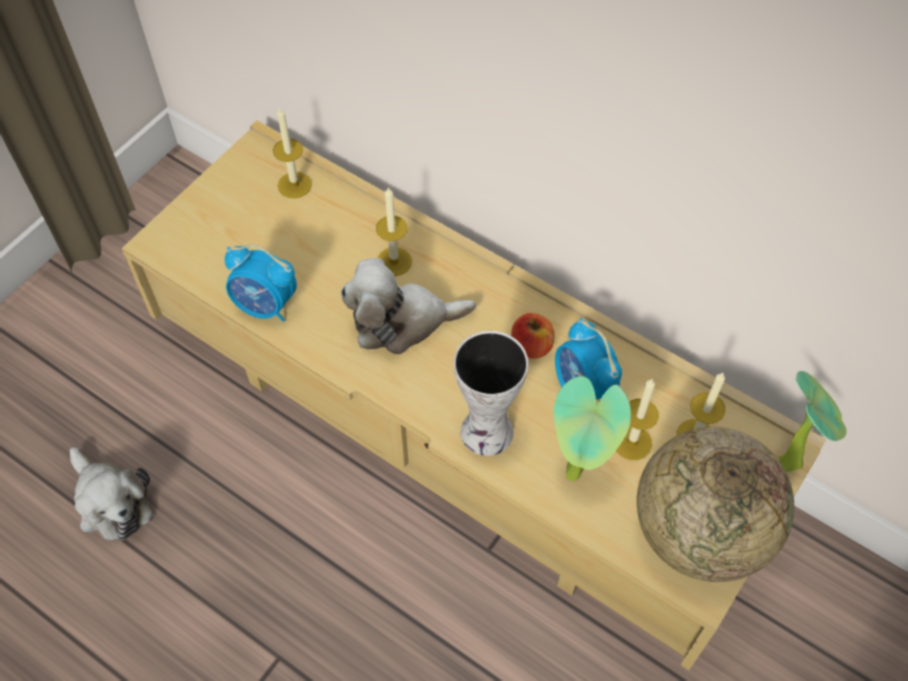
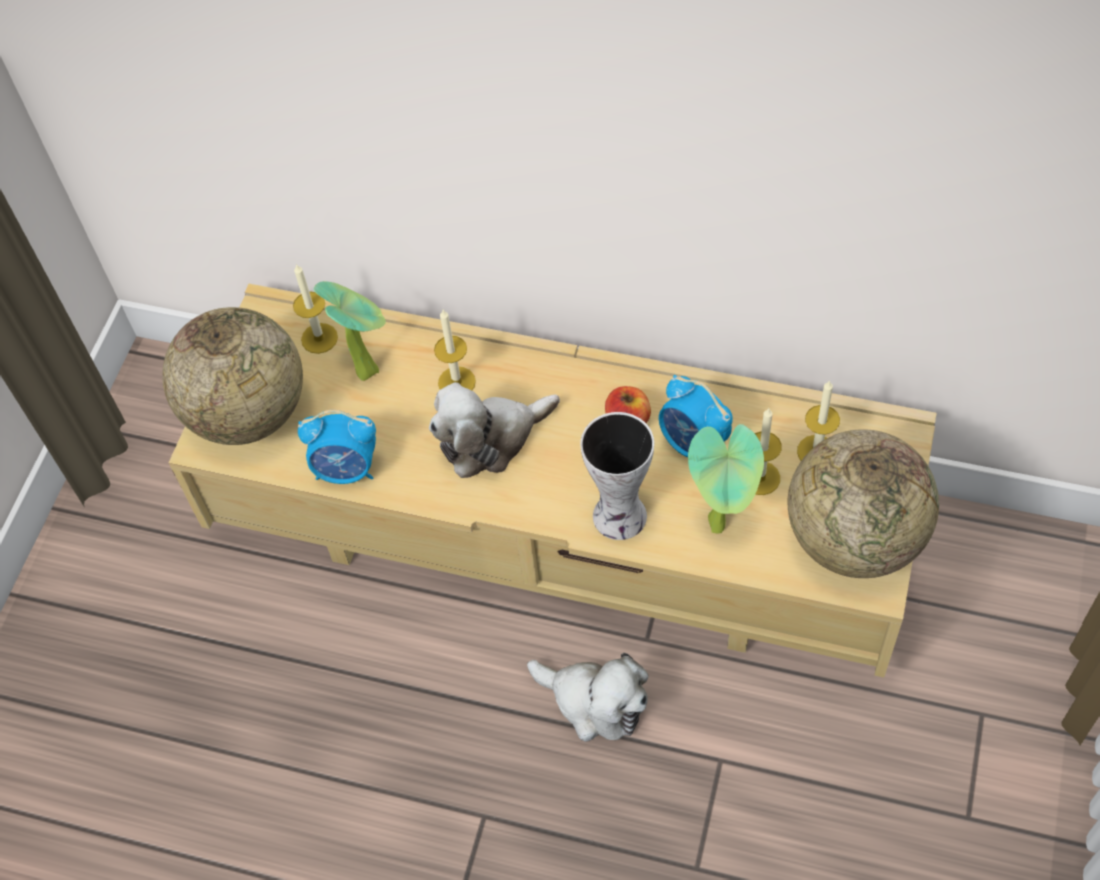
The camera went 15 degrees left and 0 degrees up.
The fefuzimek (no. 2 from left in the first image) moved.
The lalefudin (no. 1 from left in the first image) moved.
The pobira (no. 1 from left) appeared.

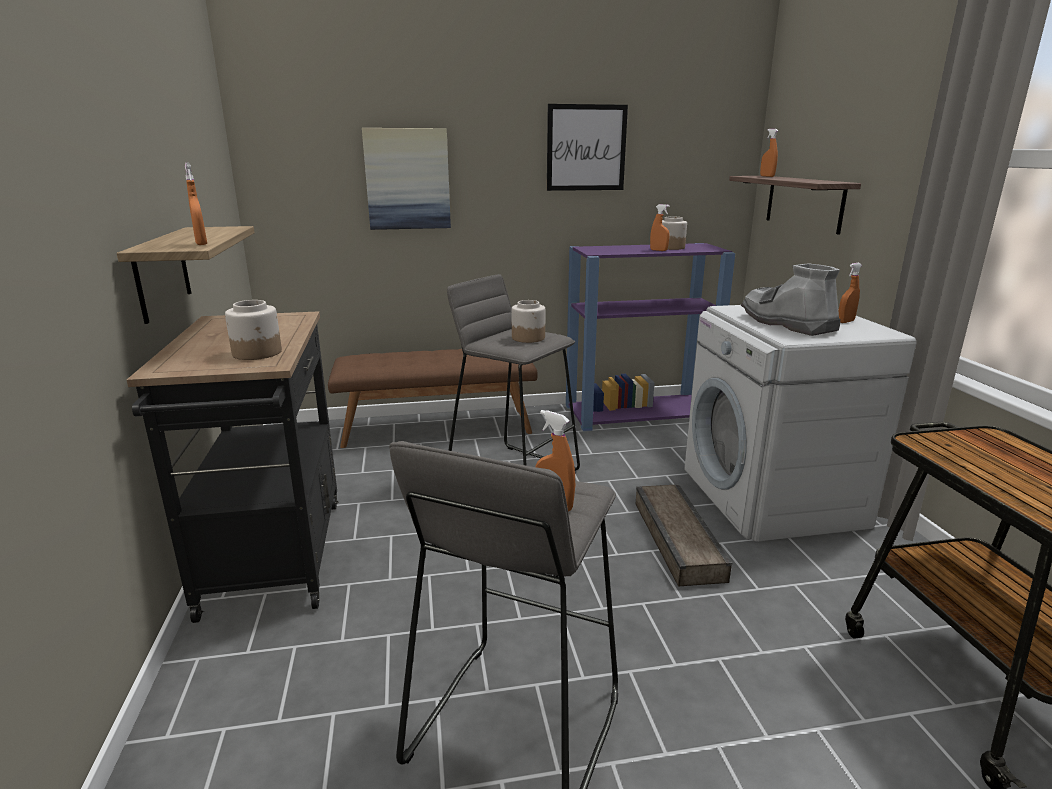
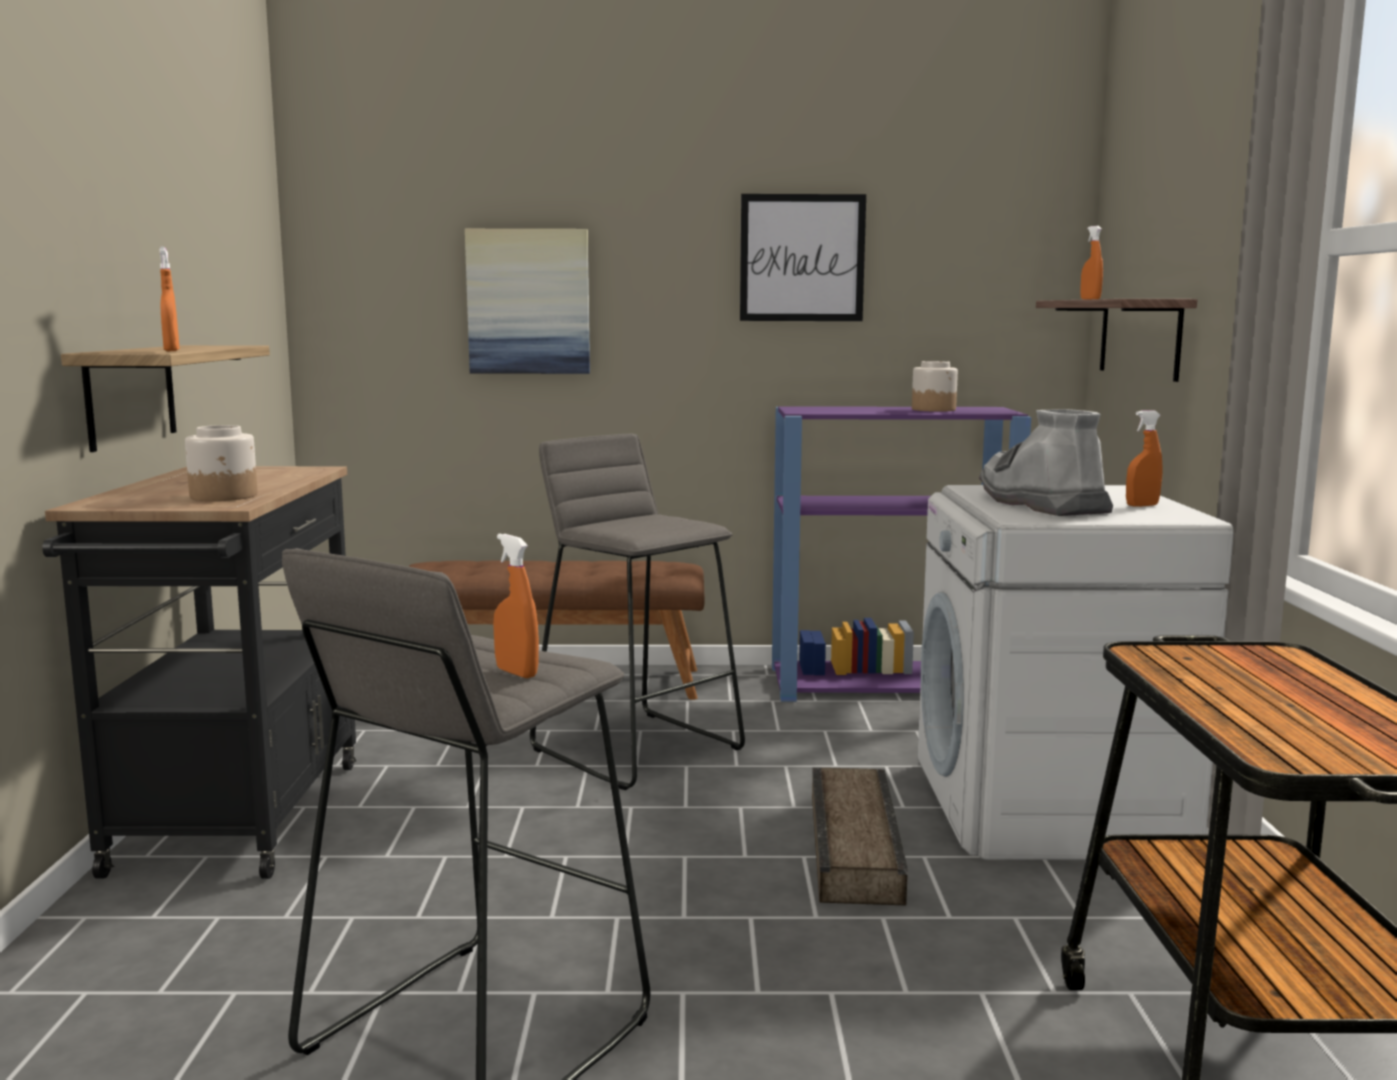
The camera went 10 degrees right and 10 degrees down.
The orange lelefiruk (no. 3 from left) disappeared.
The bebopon (no. 2 from left) disappeared.

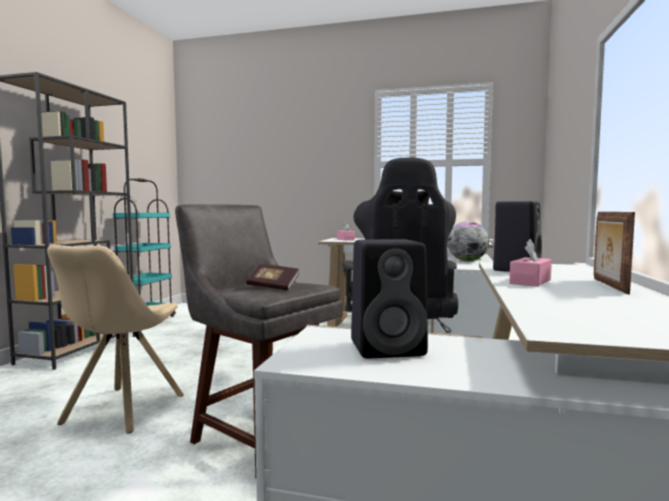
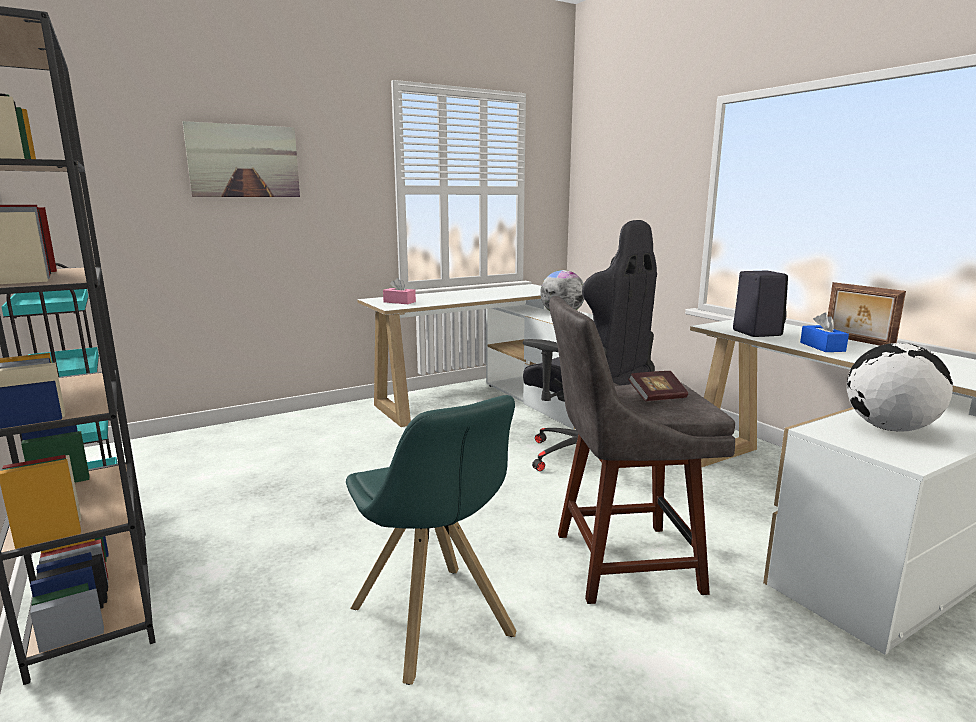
The camera went 45 degrees left and 10 degrees up.
The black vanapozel (no. 1 from left) was replaced by the pobira (no. 2 from left).
The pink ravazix (no. 2 from left) became the blue ravazix.
The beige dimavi became the turquoise dimavi.
The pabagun appeared.

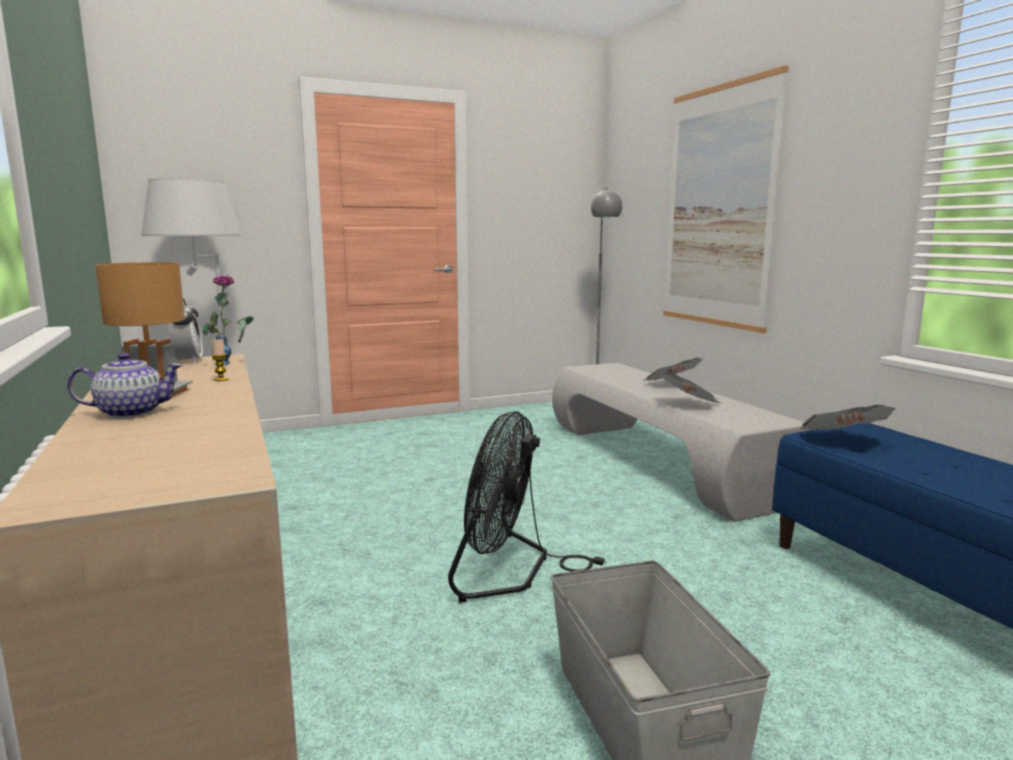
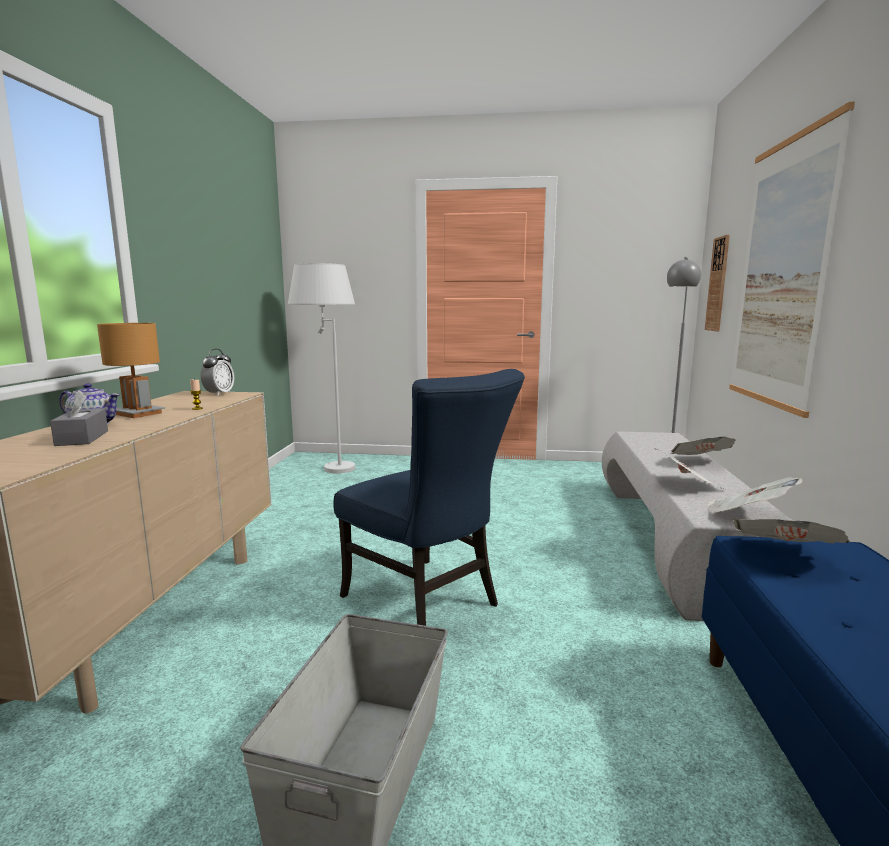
The camera went 30 degrees right and 0 degrees up.
The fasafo disappeared.
The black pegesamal was replaced by the blue dimavi.
The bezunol appeared.
The grey ravazix appeared.
The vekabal (no. 3 from left) appeared.

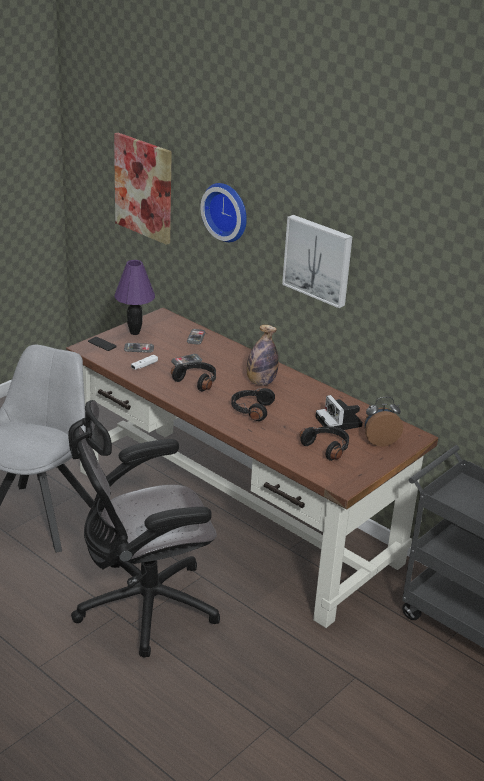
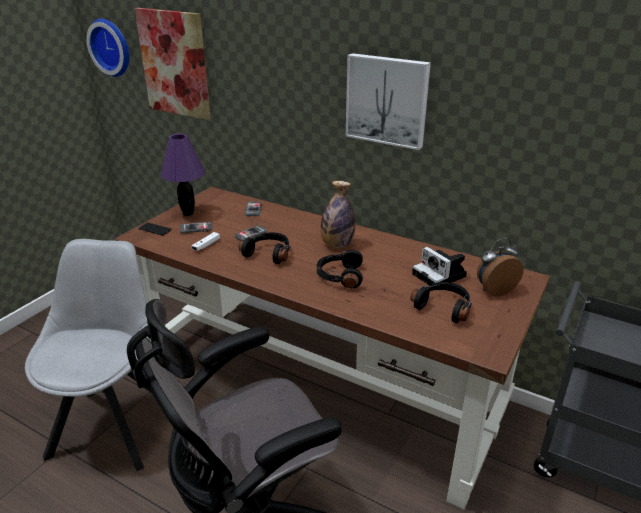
The camera went 10 degrees left and 0 degrees up.
The bezunol moved.

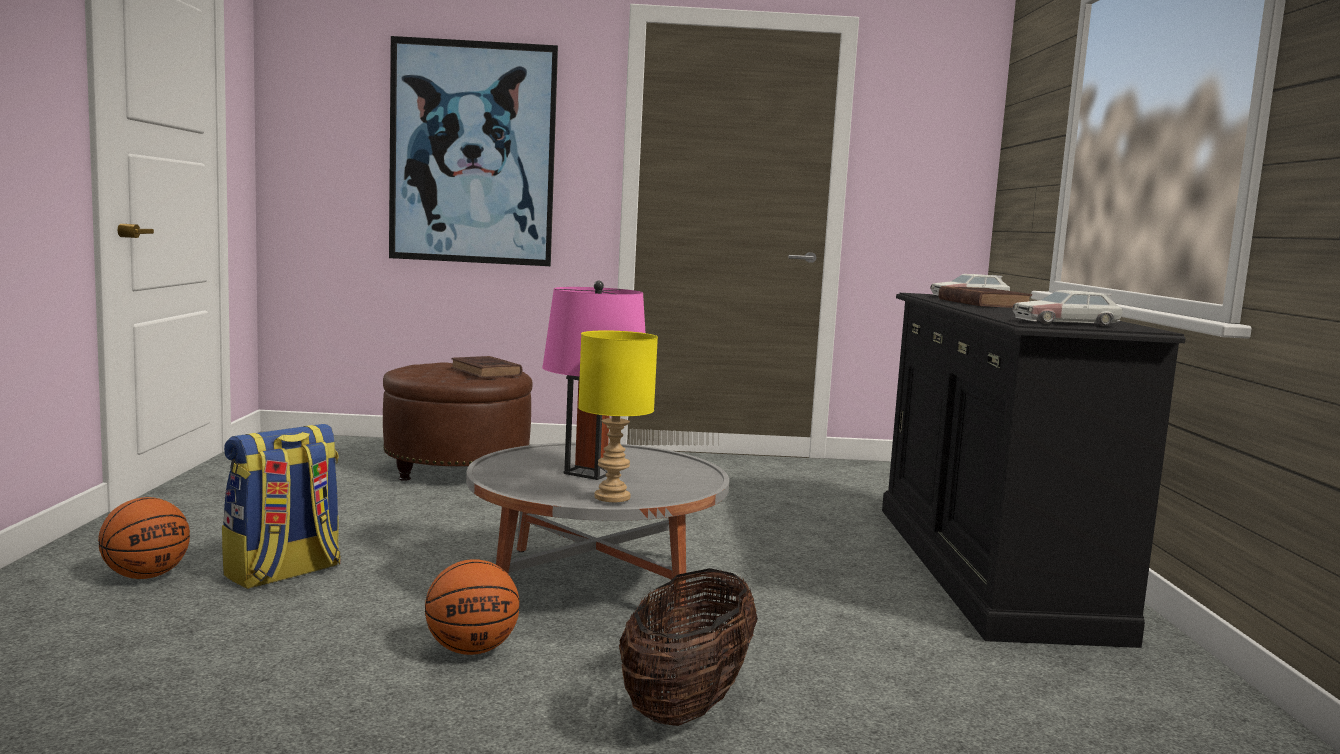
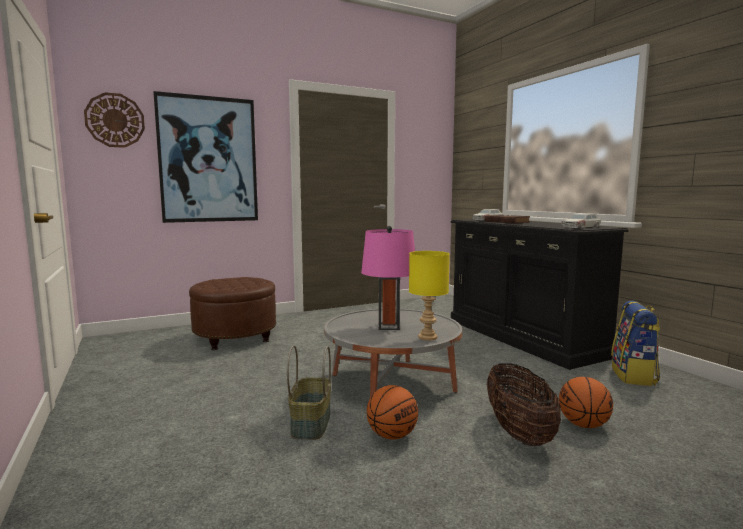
The camera went 25 degrees left and 0 degrees up.
The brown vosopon (no. 1 from left) disappeared.
The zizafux moved.
The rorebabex (no. 1 from left in the first image) moved.
The bezunol appeared.
The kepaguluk (no. 1 from left) appeared.

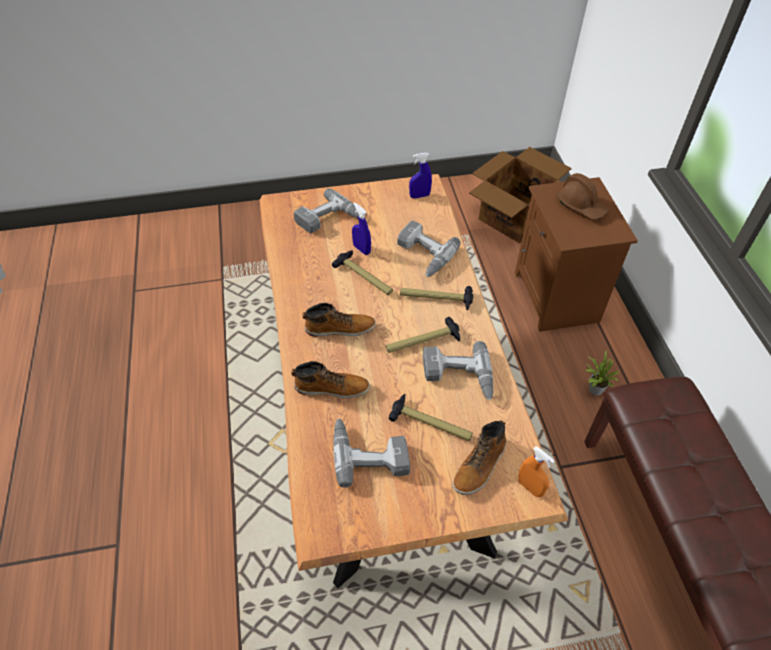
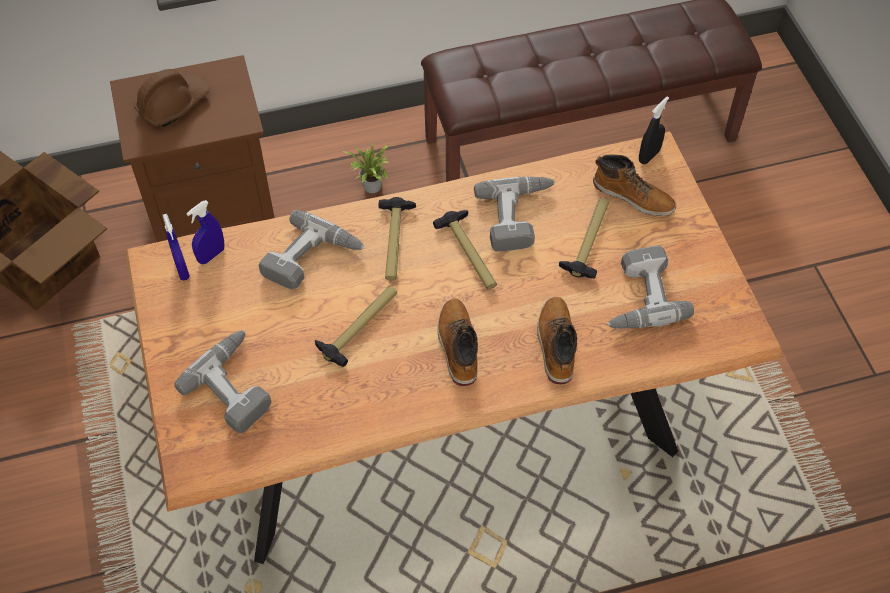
The camera went 95 degrees left and 5 degrees up.
The blue lelefiruk (no. 1 from left in the first image) moved.
The orange lelefiruk became the black lelefiruk.

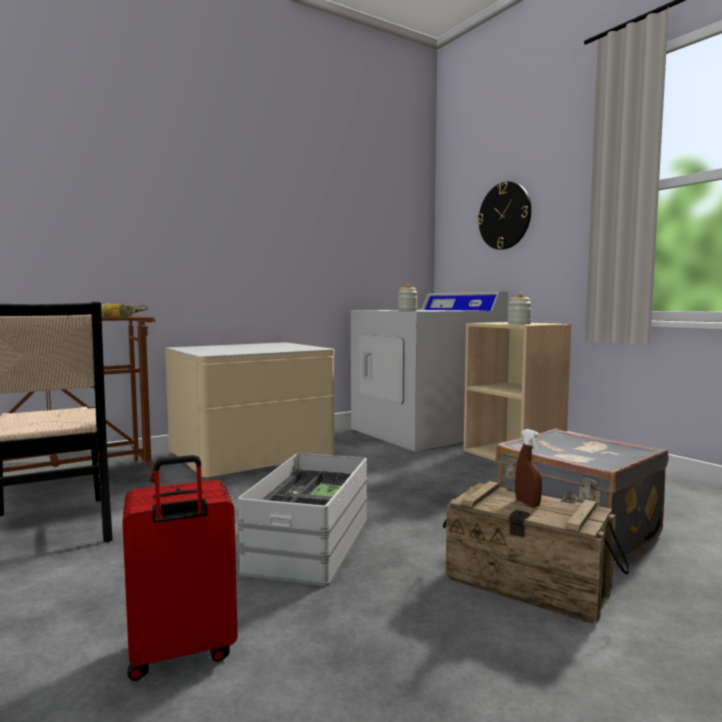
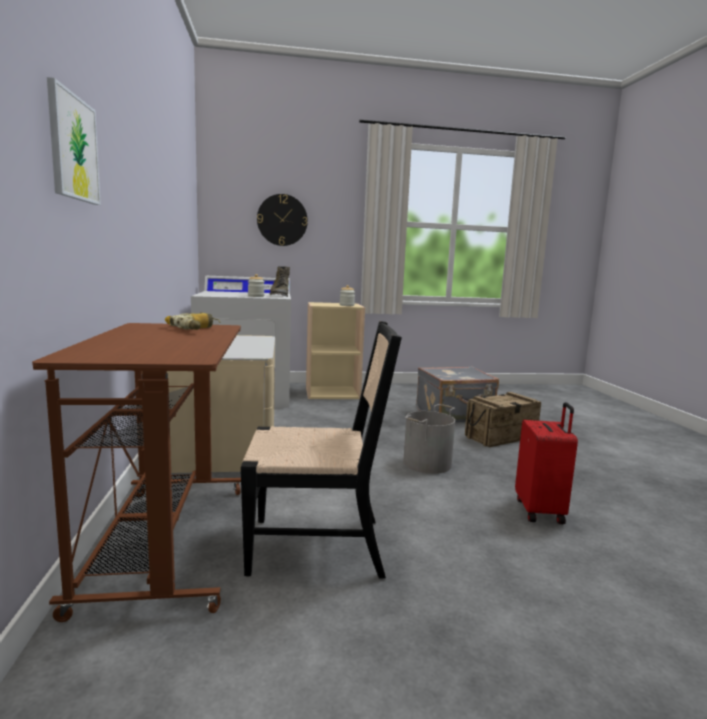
The camera went 65 degrees left and 5 degrees up.
The brown lelefiruk disappeared.
The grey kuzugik was replaced by the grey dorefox.
The pabagun appeared.
The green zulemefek appeared.

